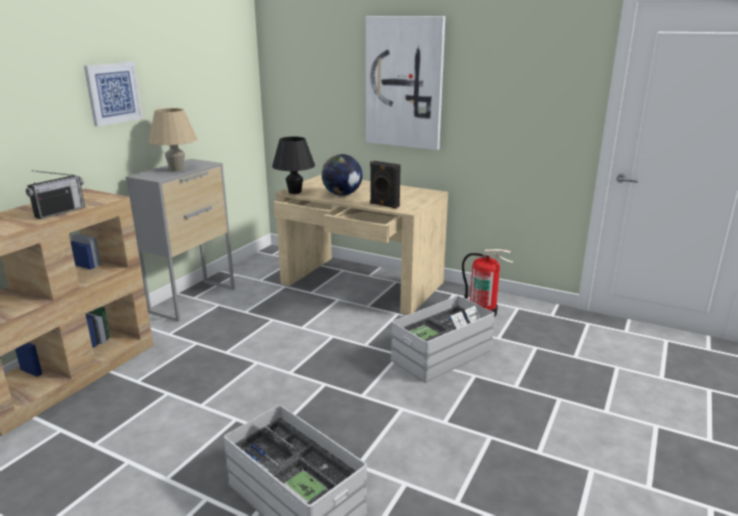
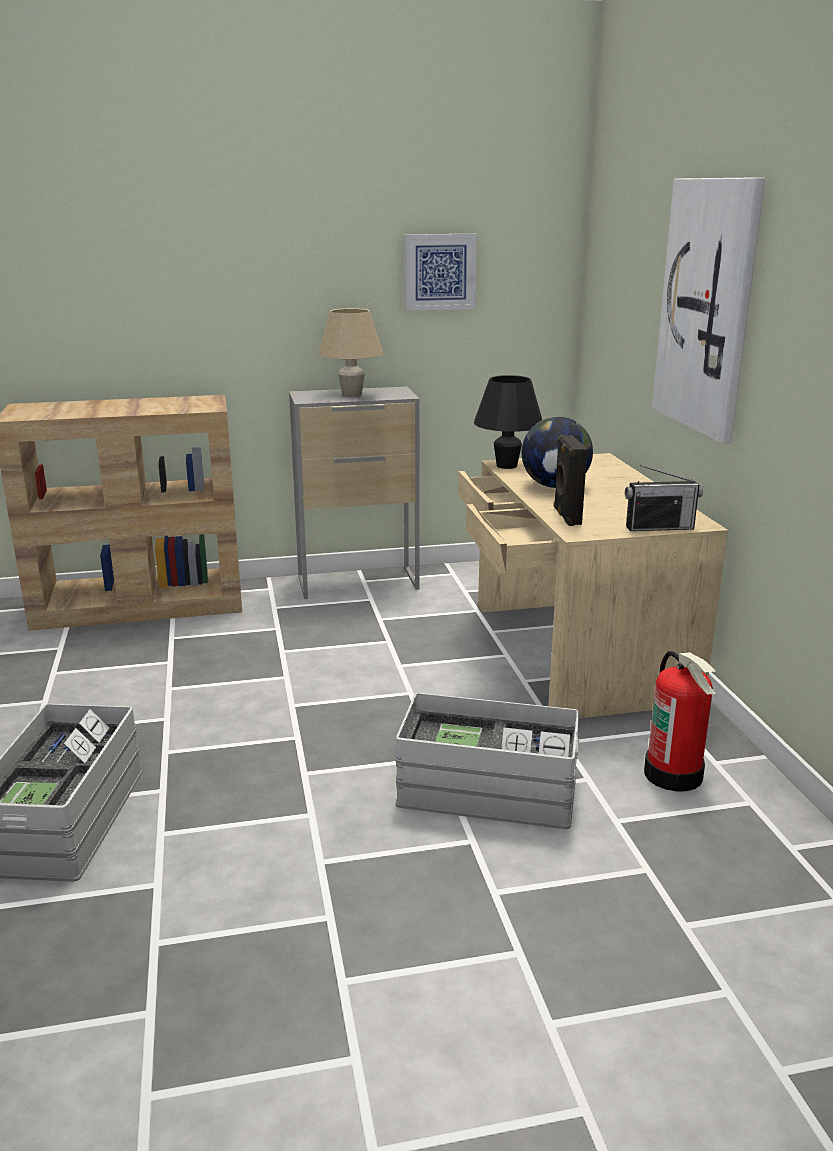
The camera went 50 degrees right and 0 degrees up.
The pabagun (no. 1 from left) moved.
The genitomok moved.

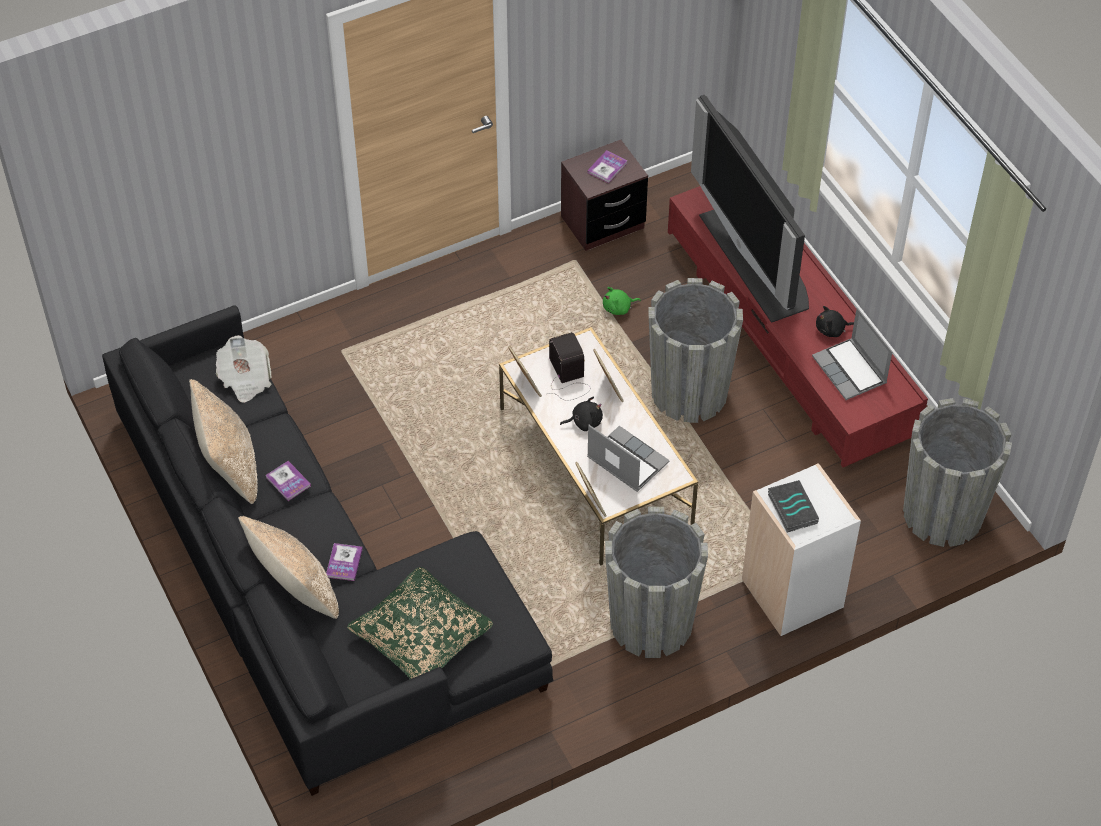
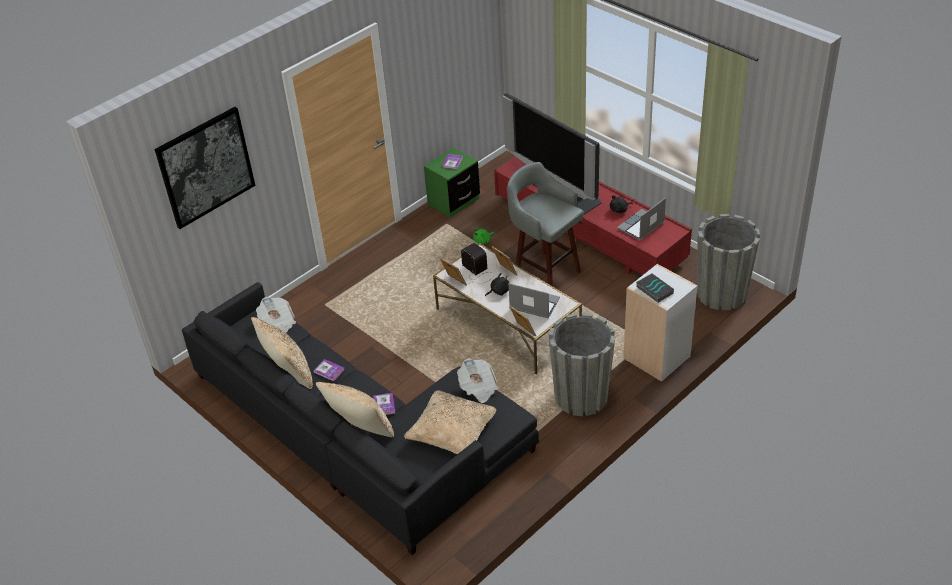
The camera went 15 degrees left and 10 degrees down.
The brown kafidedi became the green kafidedi.
The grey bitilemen (no. 2 from left) was replaced by the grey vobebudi.
The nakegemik (no. 2 from left) turned 90 degrees clockwise.
The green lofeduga became the beige lofeduga (no. 3 from left).
The pabagun appeared.
The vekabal (no. 2 from left) appeared.

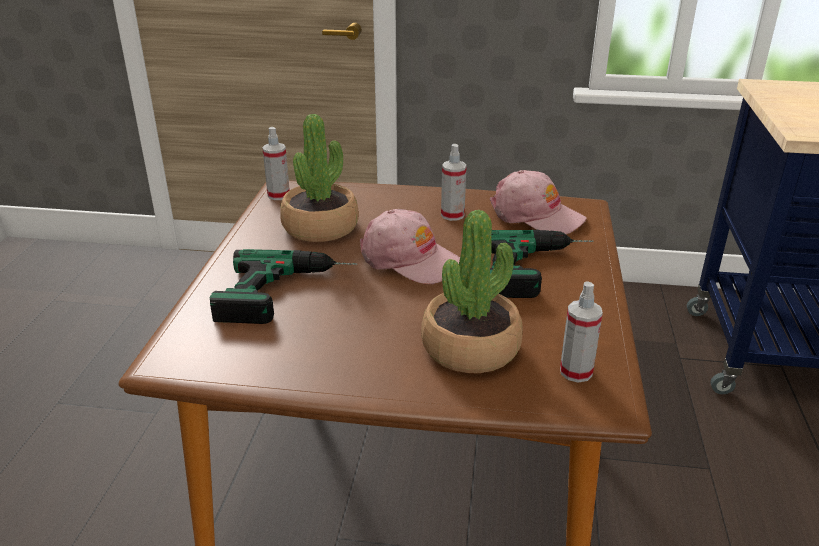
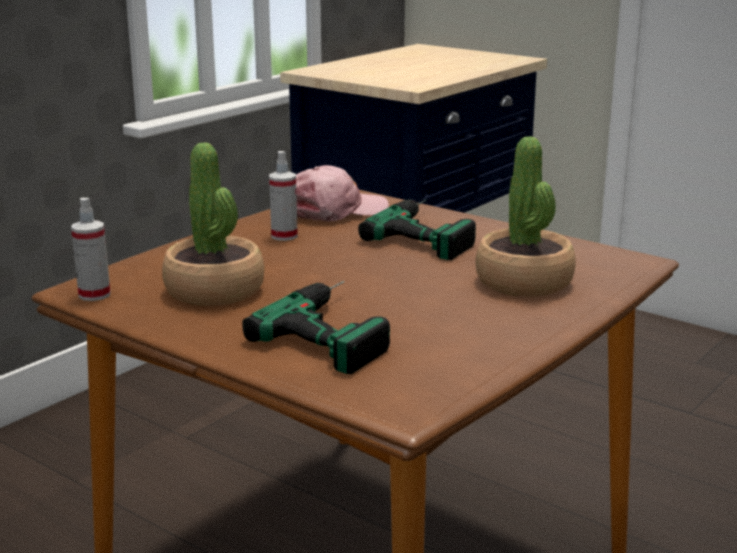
The camera went 60 degrees left and 10 degrees down.
The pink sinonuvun (no. 1 from left) disappeared.
The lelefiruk (no. 3 from left) disappeared.

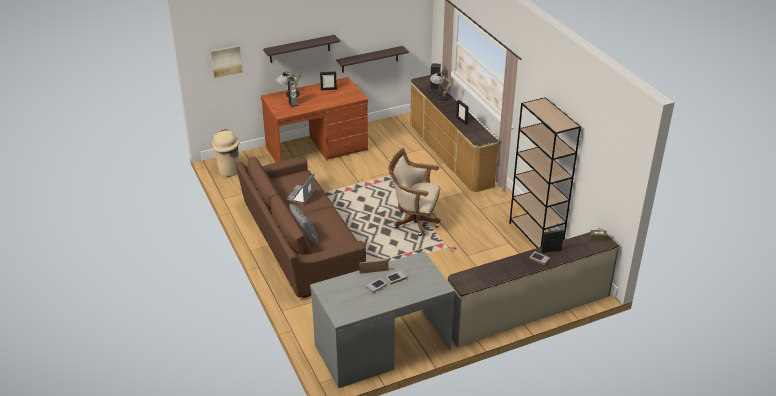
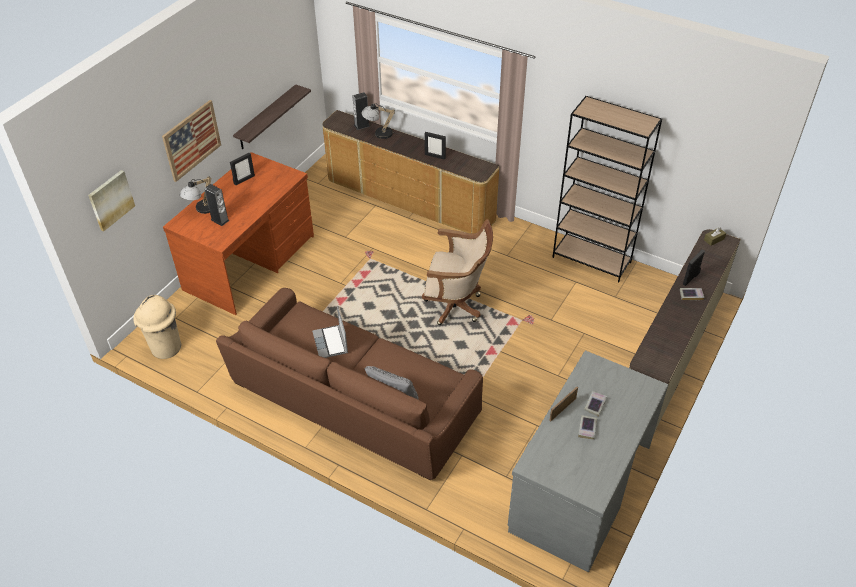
The camera went 35 degrees left and 10 degrees up.
The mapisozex (no. 1 from left) was replaced by the pabagun (no. 2 from left).
The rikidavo turned 150 degrees counterclockwise.

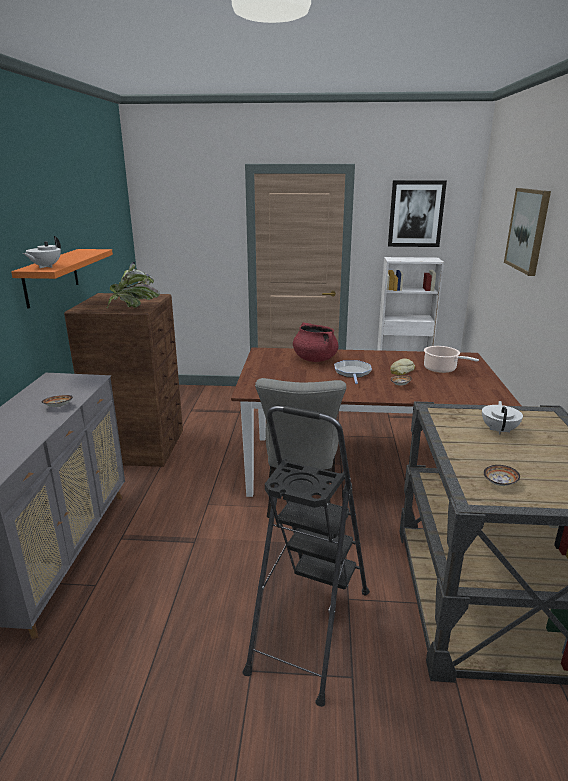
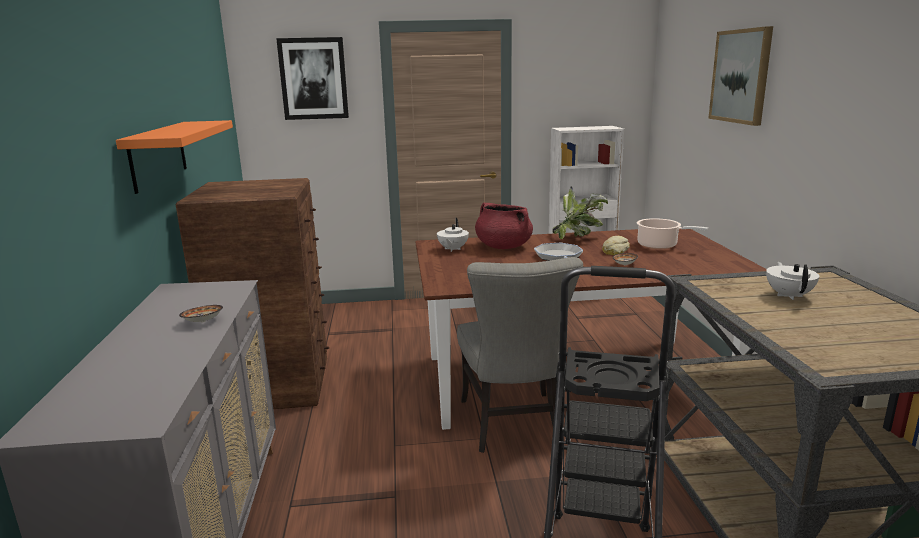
The camera went 10 degrees left and 5 degrees down.
The pabagun (no. 1 from left) moved.
The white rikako (no. 1 from left) moved.
The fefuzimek moved.
The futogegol (no. 3 from left) disappeared.

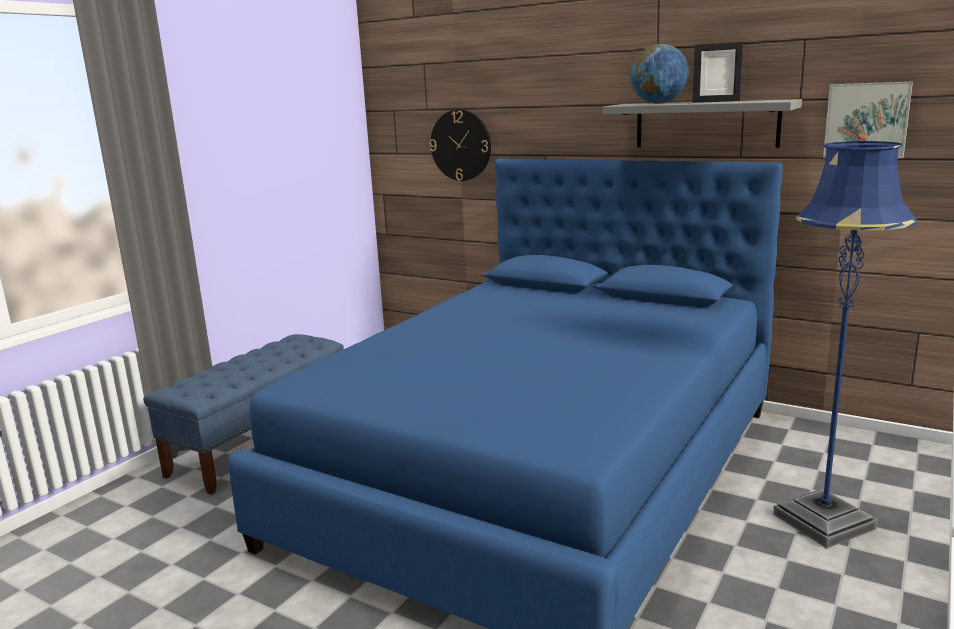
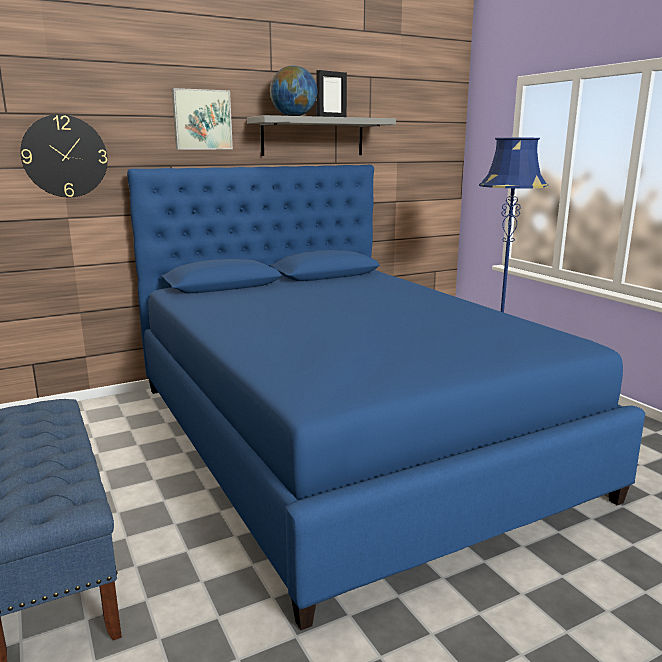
The camera went 60 degrees left and 0 degrees up.
The pabagun moved.

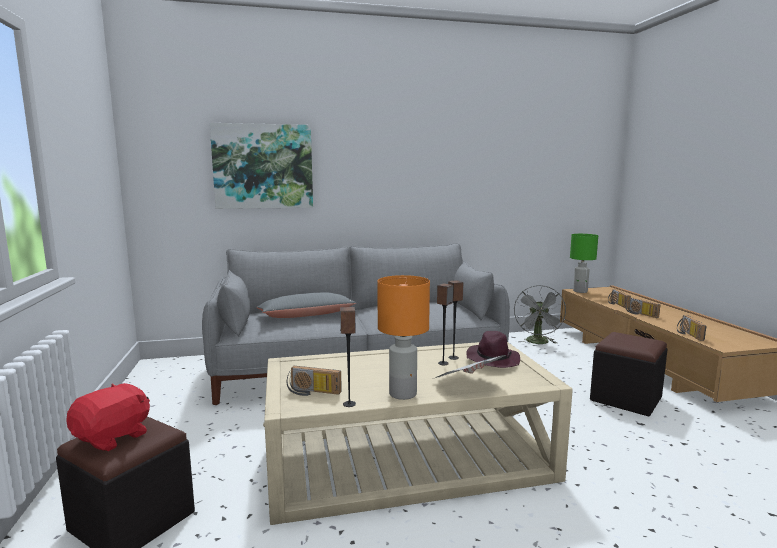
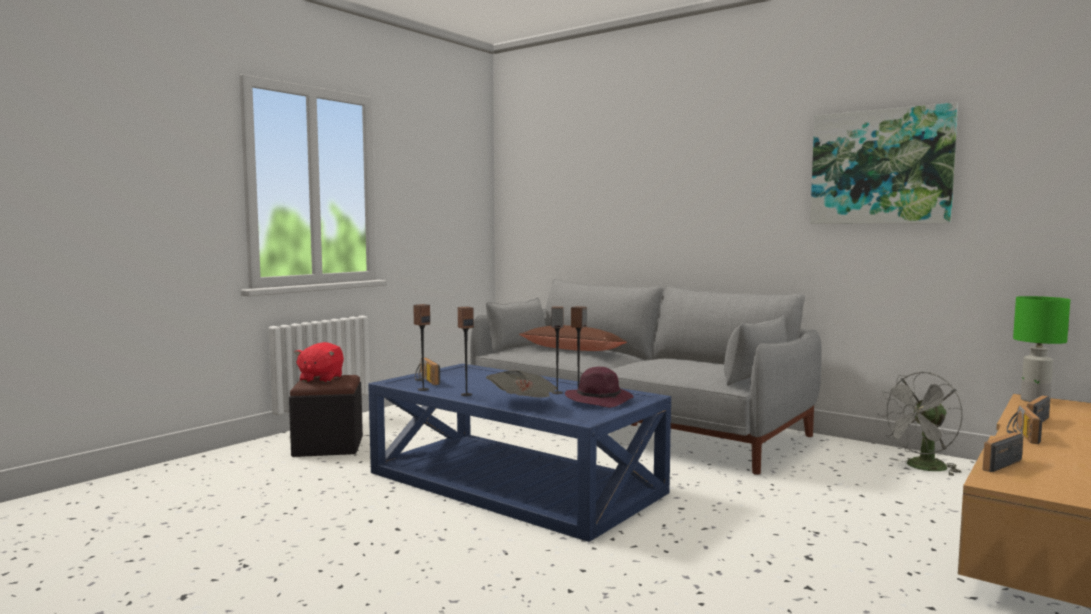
The camera went 50 degrees right and 5 degrees down.
The pabagun moved.
The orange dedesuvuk was replaced by the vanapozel (no. 2 from left).
The grey lofeduga became the brown lofeduga.
The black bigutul (no. 2 from left) disappeared.
The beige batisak became the blue batisak.
The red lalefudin turned 105 degrees clockwise.

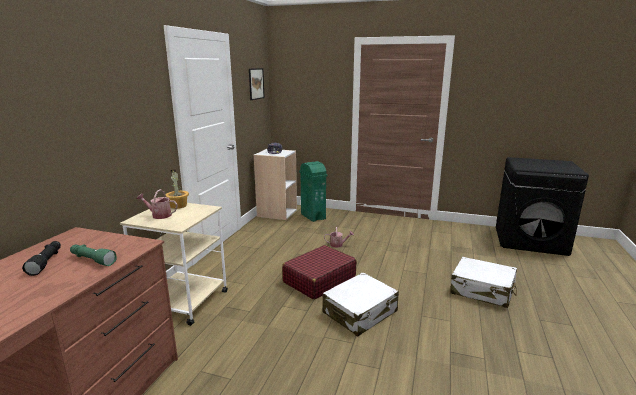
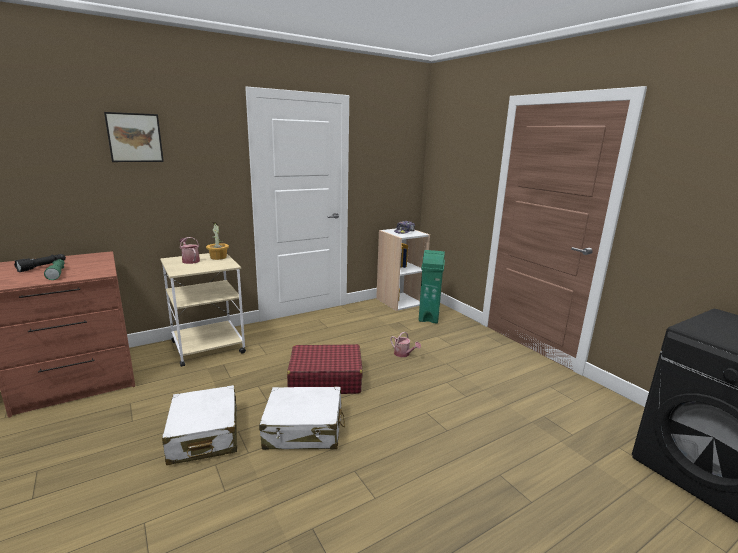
The camera went 40 degrees right and 0 degrees up.
The pabagun moved.
The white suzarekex (no. 2 from left in the first image) moved.

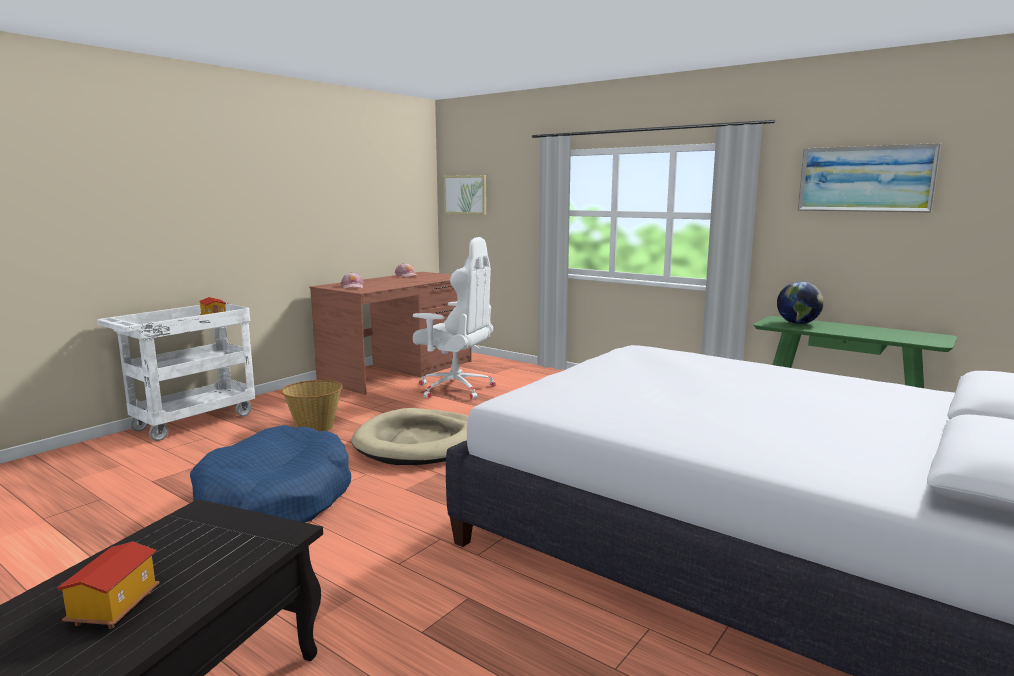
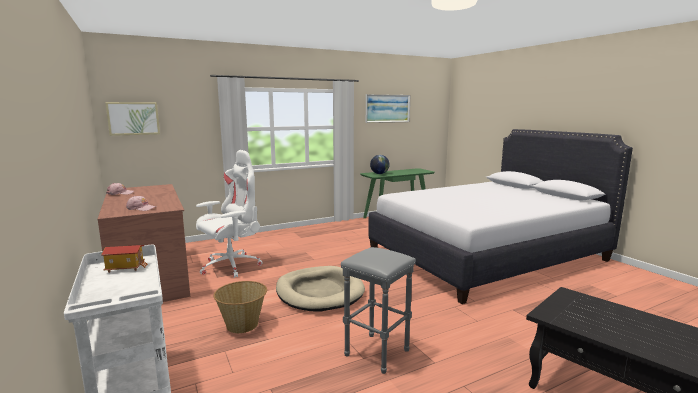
The camera went 65 degrees left and 0 degrees up.
The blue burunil was replaced by the grey vobebudi.
The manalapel (no. 1 from left) disappeared.

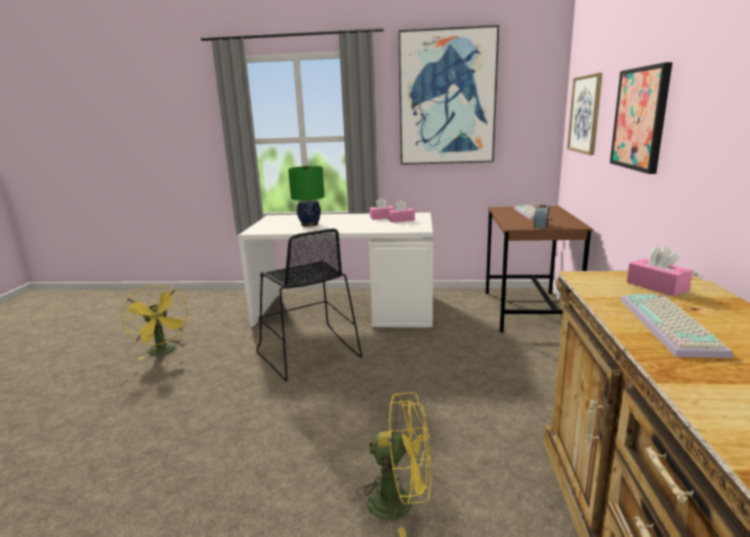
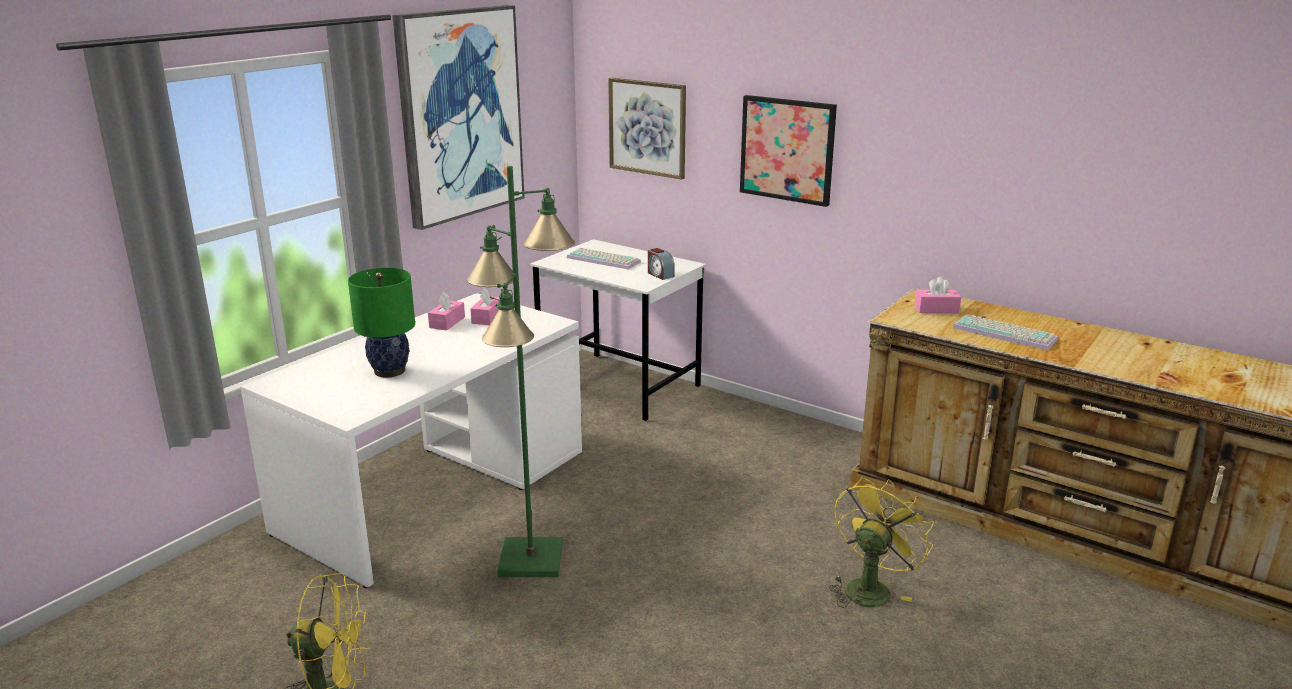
The camera went 60 degrees left and 5 degrees up.
The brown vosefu became the white vosefu (no. 2 from left).
The black vobebudi was replaced by the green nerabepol.

